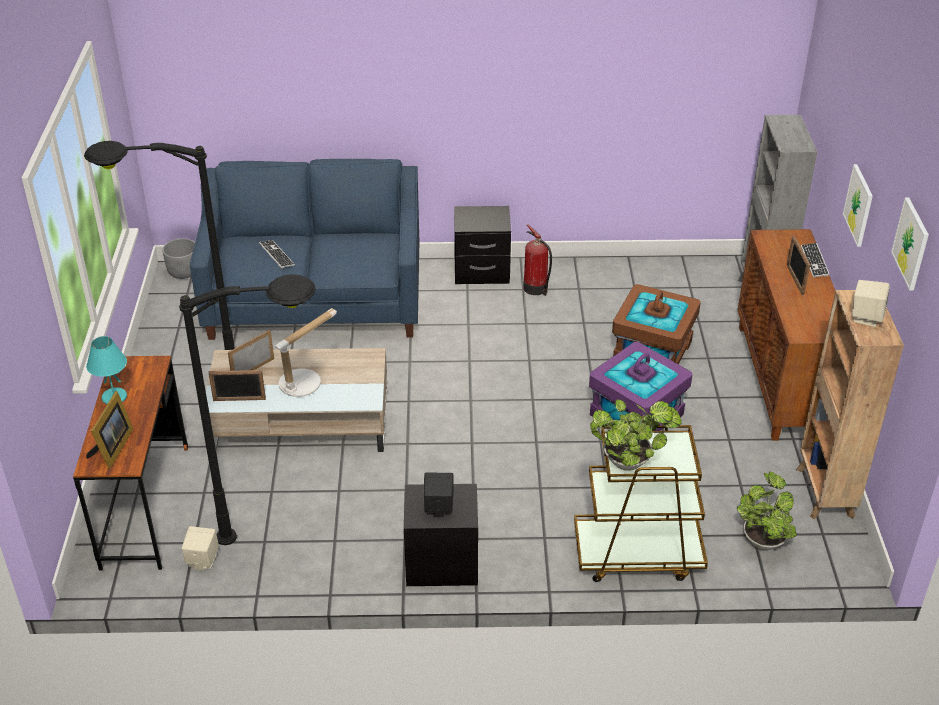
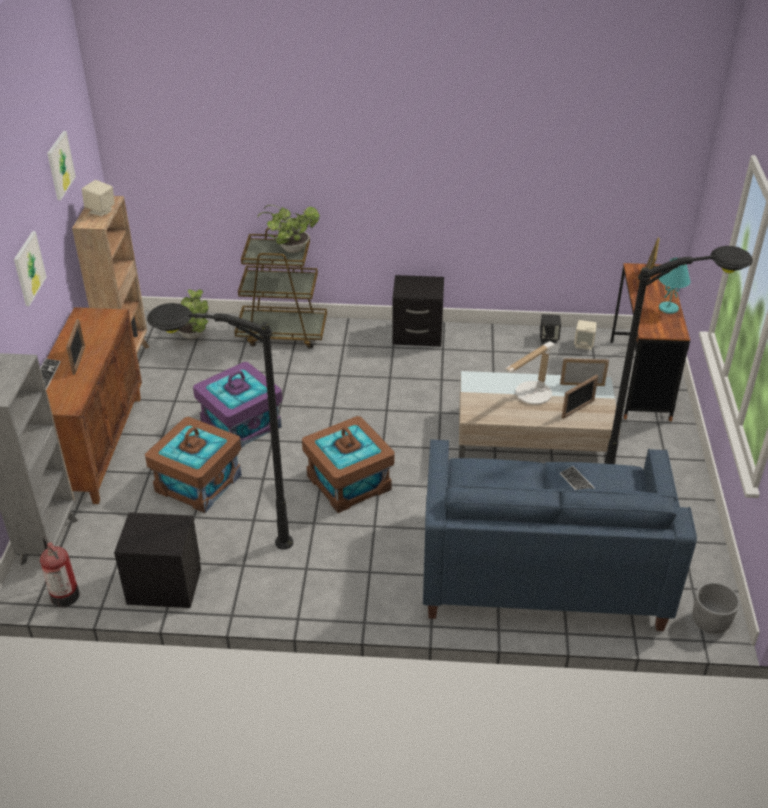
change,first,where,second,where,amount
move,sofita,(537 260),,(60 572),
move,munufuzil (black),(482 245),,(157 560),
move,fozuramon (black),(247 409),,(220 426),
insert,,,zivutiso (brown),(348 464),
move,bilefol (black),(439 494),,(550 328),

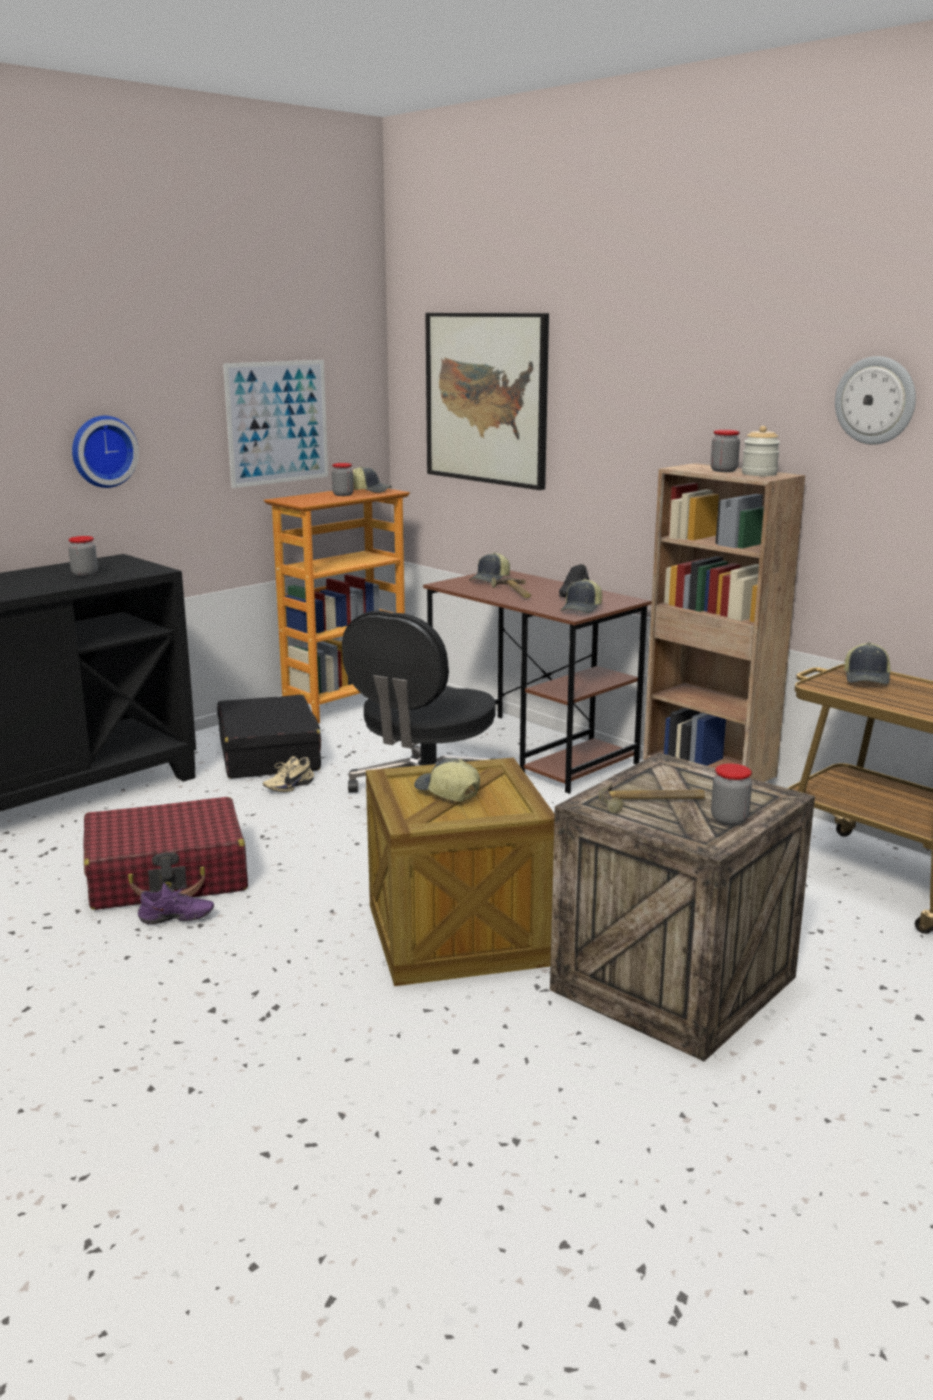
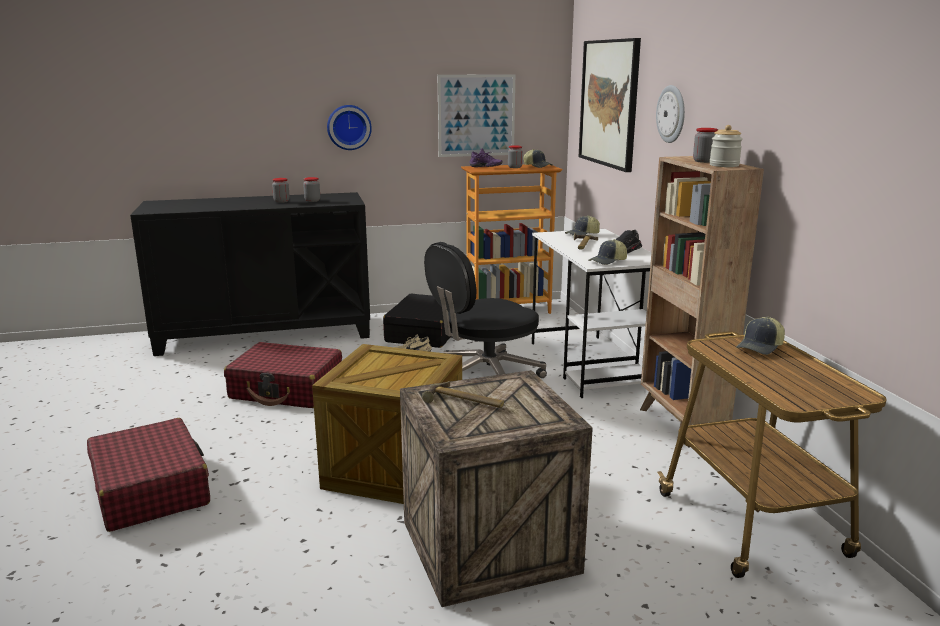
change,first,where,second,where,amount
insert,,,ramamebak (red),(148 475),
move,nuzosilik,(731 794),,(281 190),
move,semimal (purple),(176 903),,(486 157),
recolor,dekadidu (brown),(537 682),dekadidu (white),(591 313),
move,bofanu,(875 400),,(670 114),
delete,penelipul,(447 780),,,

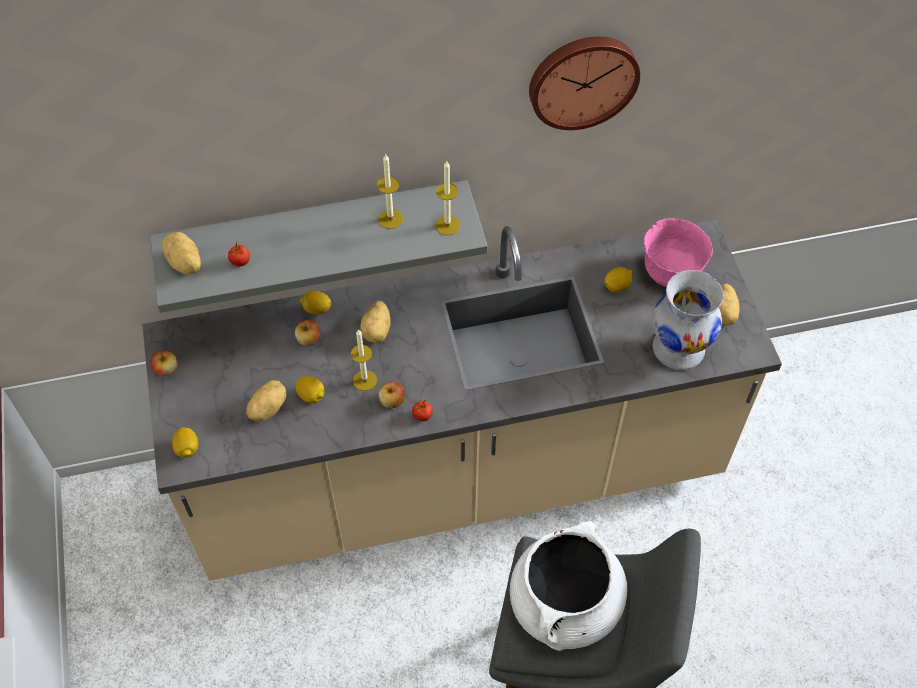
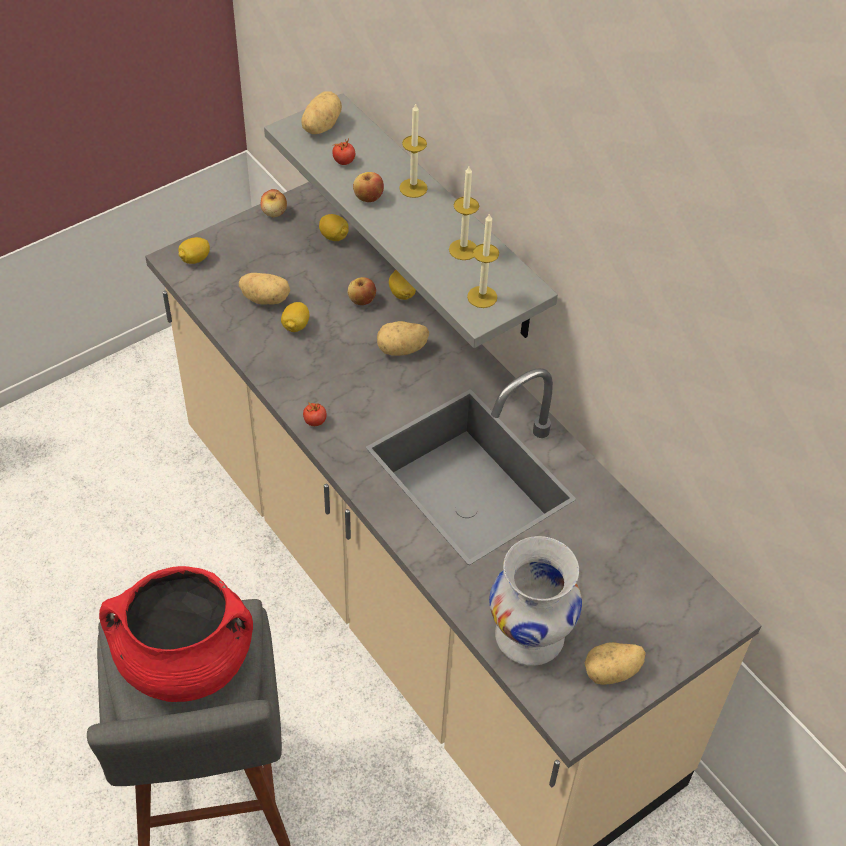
change,first,where,second,where,amount
recolor,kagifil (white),(568 586),kagifil (red),(176 634),
move,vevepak,(618 279),,(334 227),
move,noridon,(392 394),,(368 187),
move,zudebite,(364 360),,(413 151),
delete,bofanu,(584 83),,,
delete,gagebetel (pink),(678 252),,,

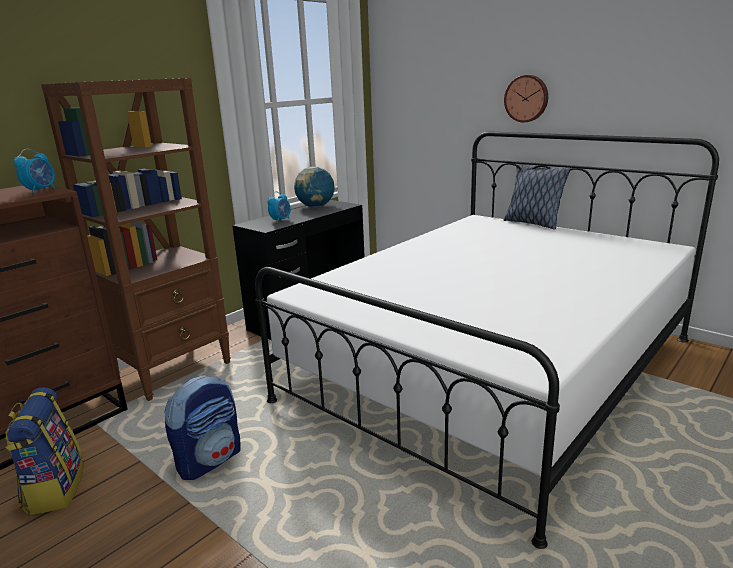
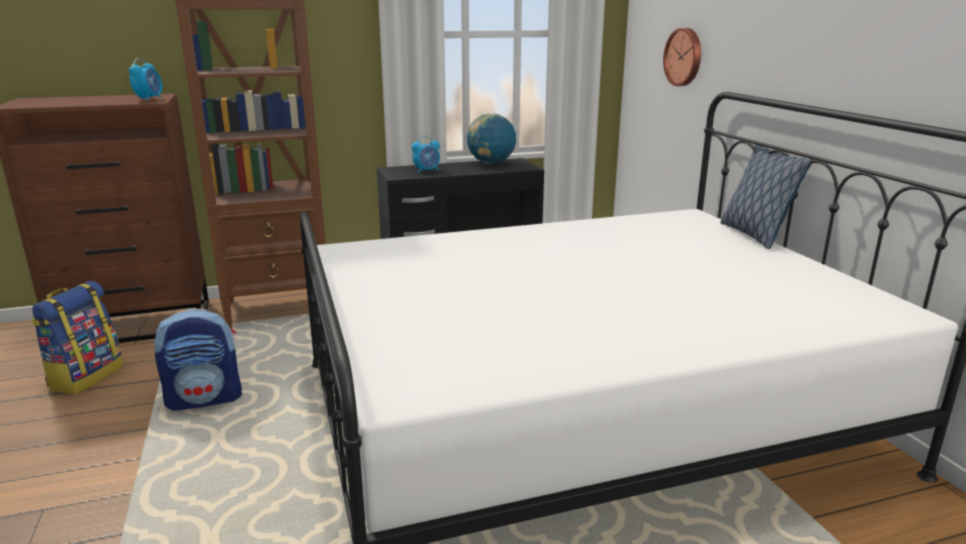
change,first,where,second,where,amount
rotate,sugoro,(34 171),,(145 79),45 degrees counterclockwise
move,bofanu,(526 98),,(682 57),

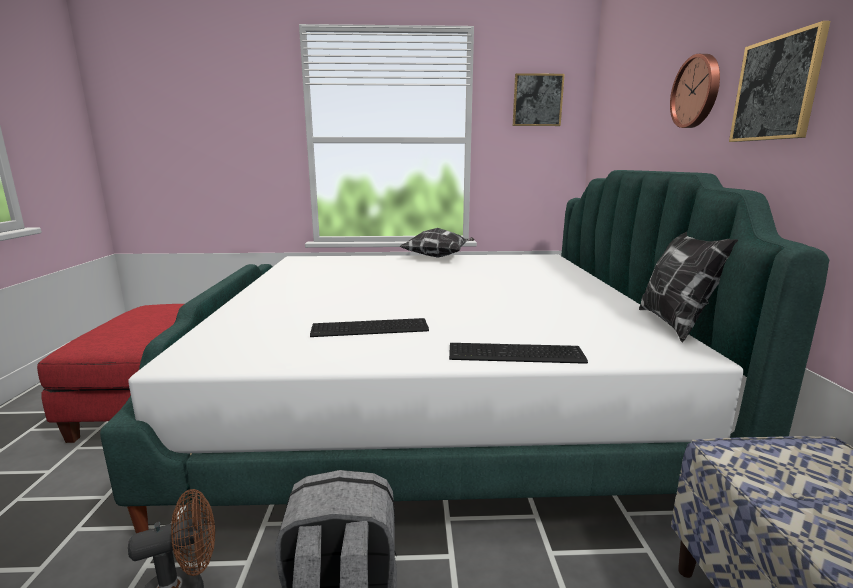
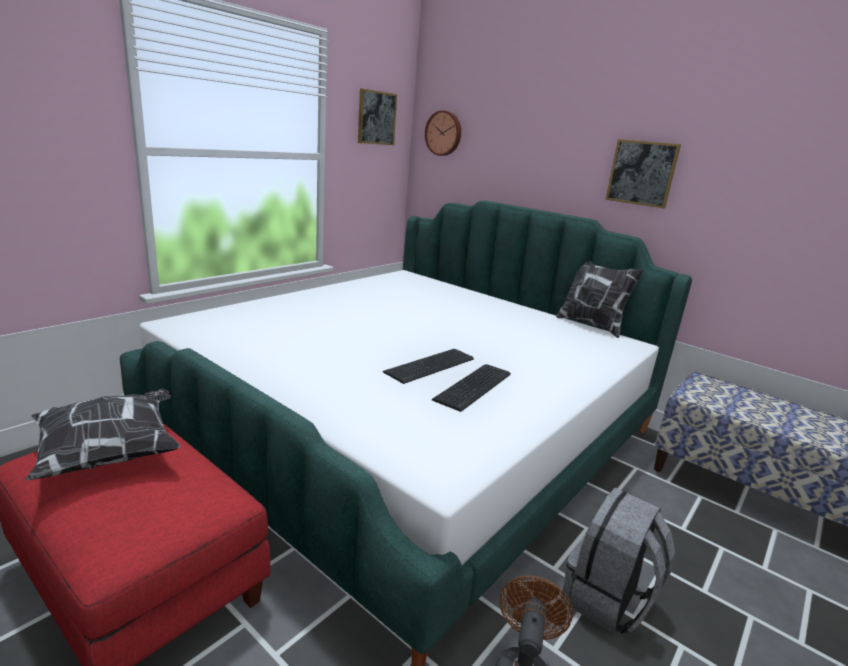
change,first,where,second,where,amount
move,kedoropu,(437 243),,(103 435),
move,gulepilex,(518 353),,(428 366),
move,bofanu,(695 91),,(443 133),

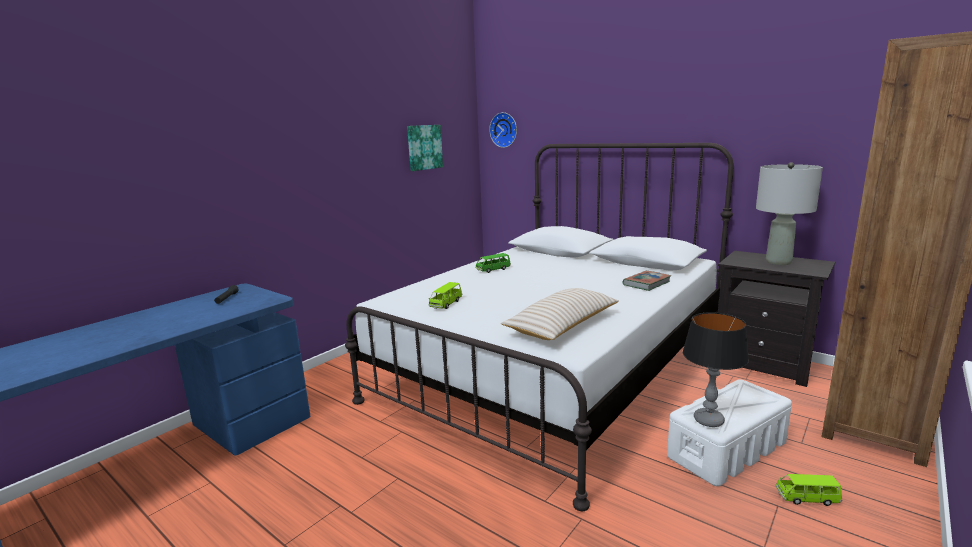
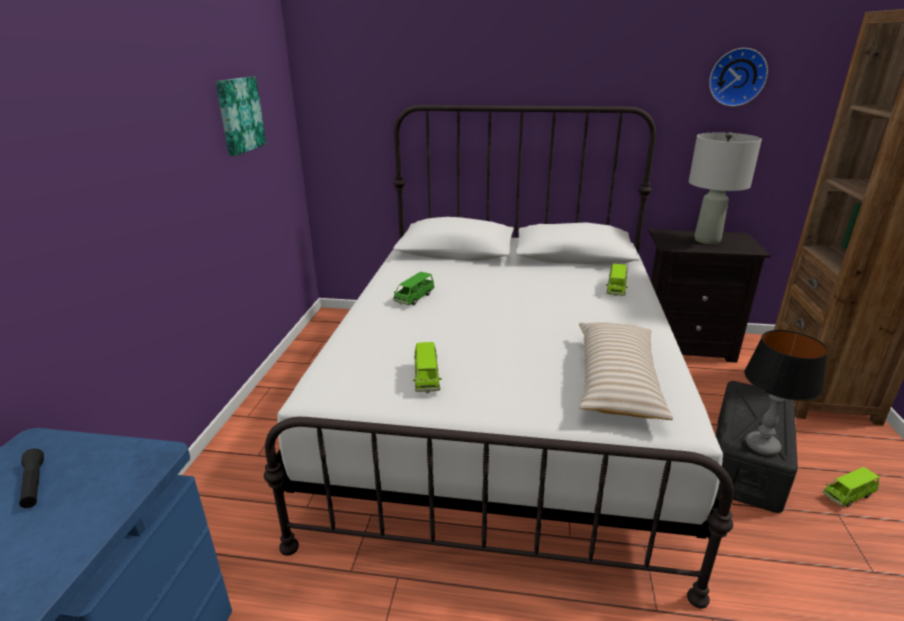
change,first,where,second,where,amount
replace,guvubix,(646 281),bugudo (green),(617 280),
move,bofanu,(503 130),,(738 77),
recolor,zivutiso (white),(729 432),zivutiso (black),(757 447),

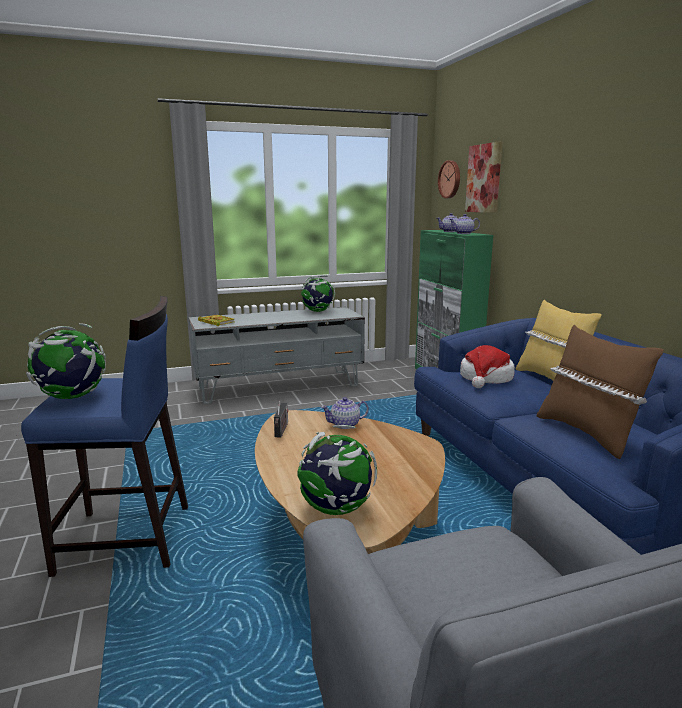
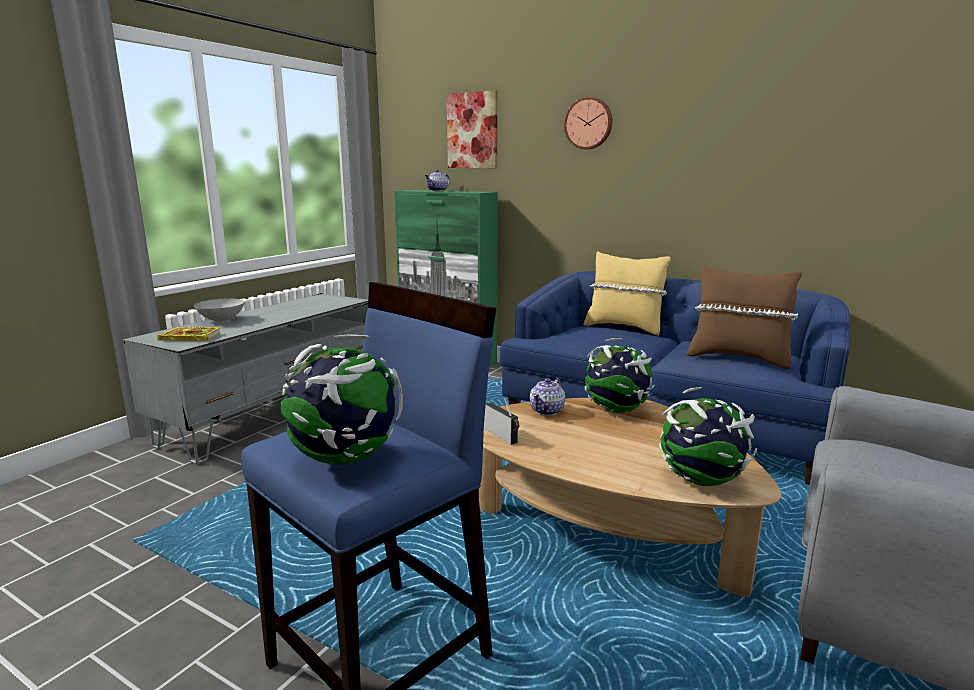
change,first,where,second,where,amount
insert,,,gagebetel (grey),(219 310),
move,bofanu,(449 179),,(588 123),
move,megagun,(318 293),,(620 375),
delete,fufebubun,(464 224),,,
delete,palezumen,(487 366),,,

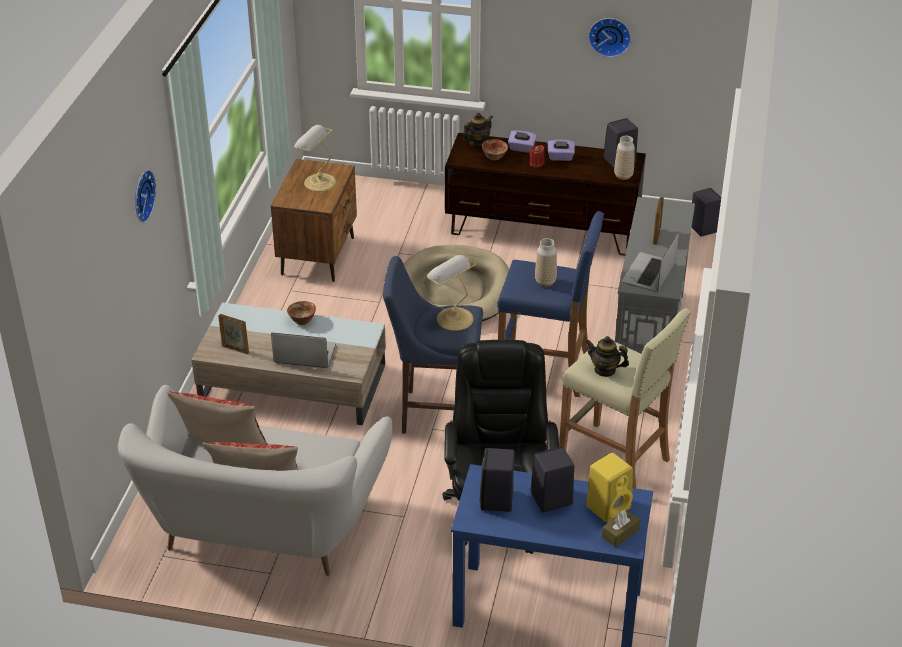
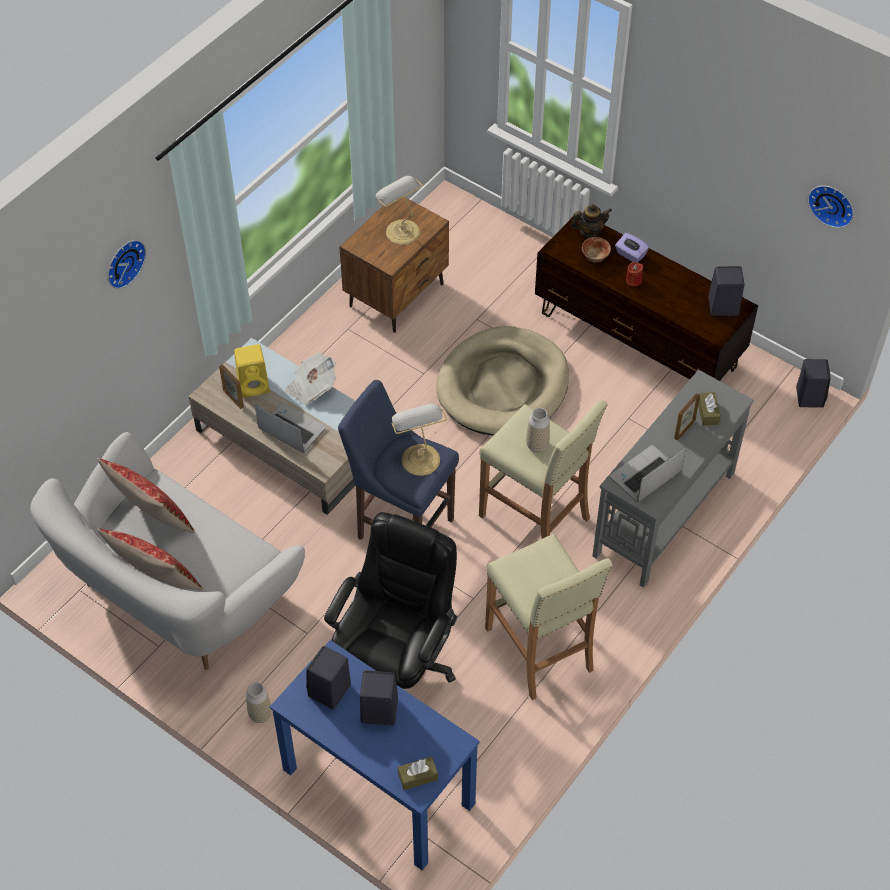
change,first,where,second,where,amount
move,bilefol (yellow),(609 488),,(252 370),
move,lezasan,(624 158),,(259 702),
replace,gagebetel,(301 313),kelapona,(311 379),
recolor,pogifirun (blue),(550 304),pogifirun (beige),(543 469),
insert,,,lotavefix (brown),(709 409),
move,bofanu,(609 37),,(831 206),
delete,lotavefix (purple),(561 150),,,
delete,fufebubun,(607 356),,,

